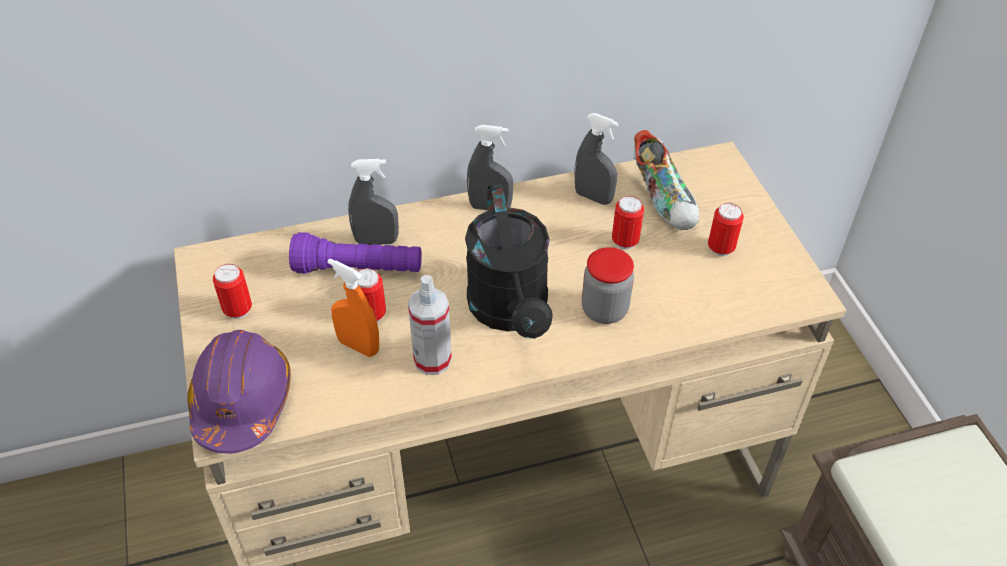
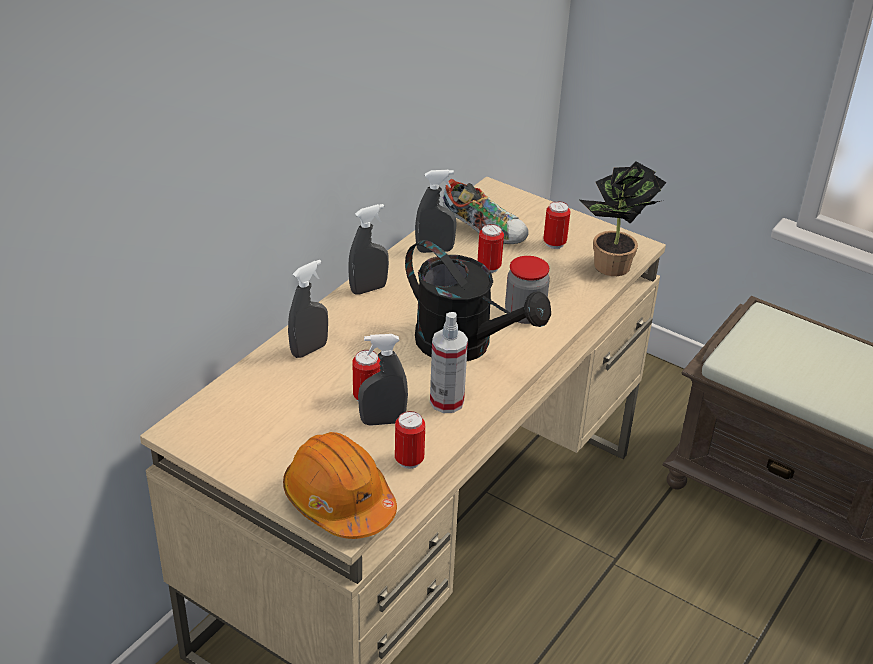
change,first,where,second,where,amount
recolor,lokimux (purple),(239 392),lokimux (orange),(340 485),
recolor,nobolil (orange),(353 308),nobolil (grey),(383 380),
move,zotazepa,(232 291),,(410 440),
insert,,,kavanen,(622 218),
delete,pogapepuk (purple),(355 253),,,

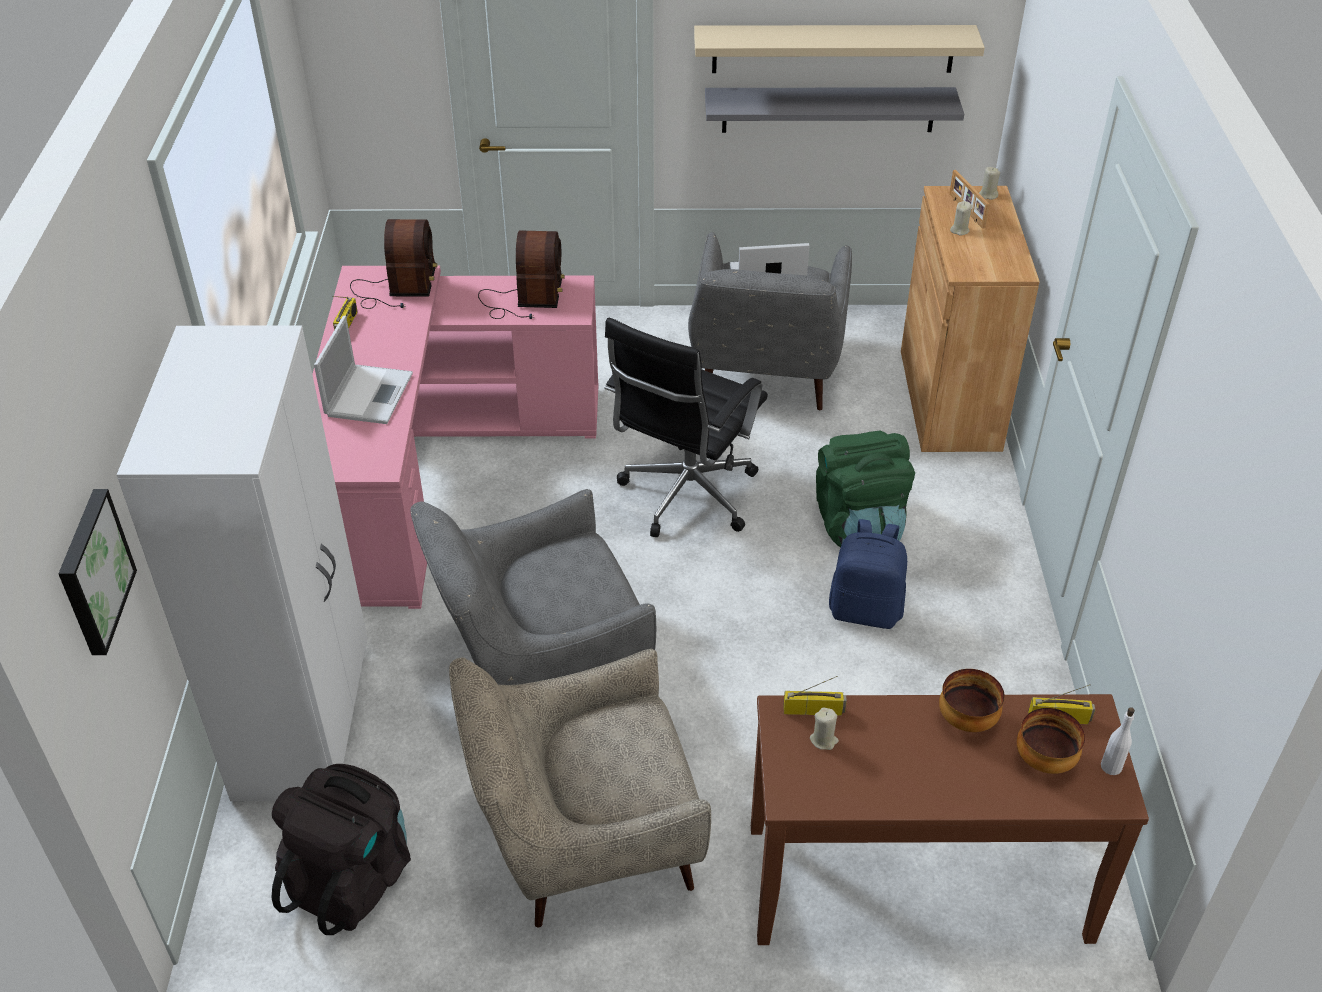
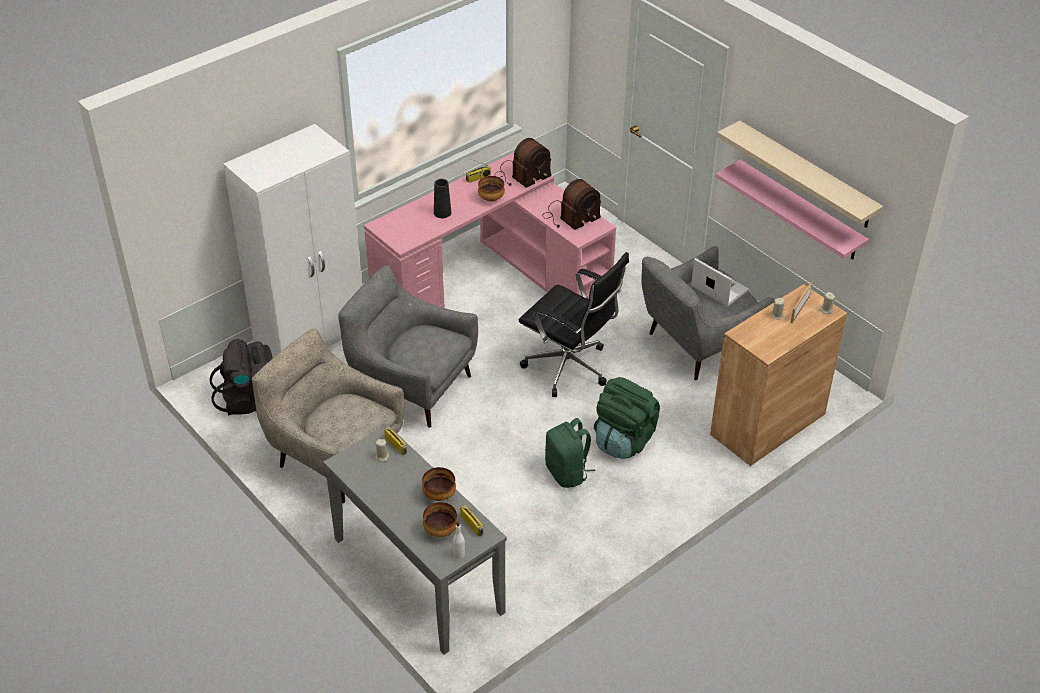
change,first,where,second,where,amount
recolor,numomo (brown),(950 819),numomo (grey),(415 540),
replace,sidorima,(363 370),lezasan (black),(442 198),
insert,,,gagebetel,(491 189),
rotate,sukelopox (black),(686 427),,(574 324),135 degrees counterclockwise
recolor,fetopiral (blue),(868 574),fetopiral (green),(570 453),
recolor,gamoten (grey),(834 110),gamoten (pink),(792 210),
delete,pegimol,(97 572),,,

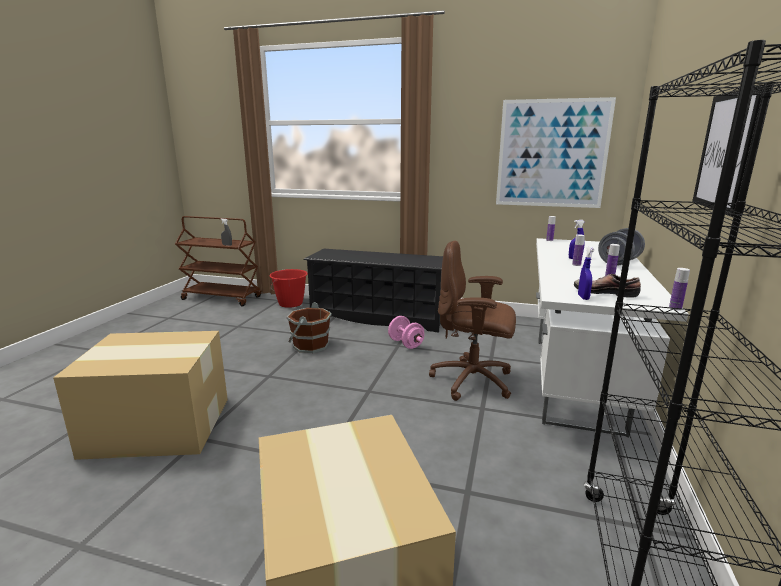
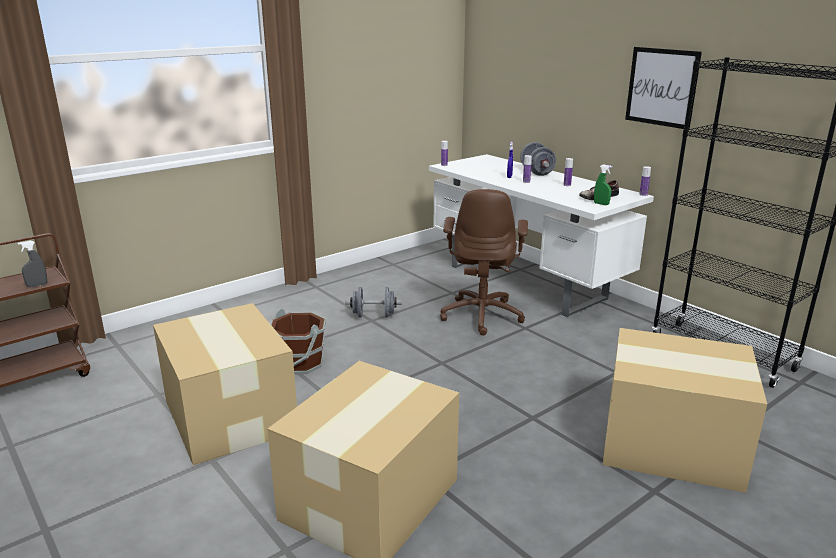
change,first,where,second,where,amount
insert,,,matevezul,(225 384),
recolor,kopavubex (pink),(406 332),kopavubex (grey),(373 302),
rotate,sukelopox (brown),(472 321),,(484 262),45 degrees counterclockwise
recolor,nobolil (blue),(586 273),nobolil (green),(603 184),
delete,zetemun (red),(288 288),,,
delete,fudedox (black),(373 290),,,
delete,pegimol,(556 152),,,

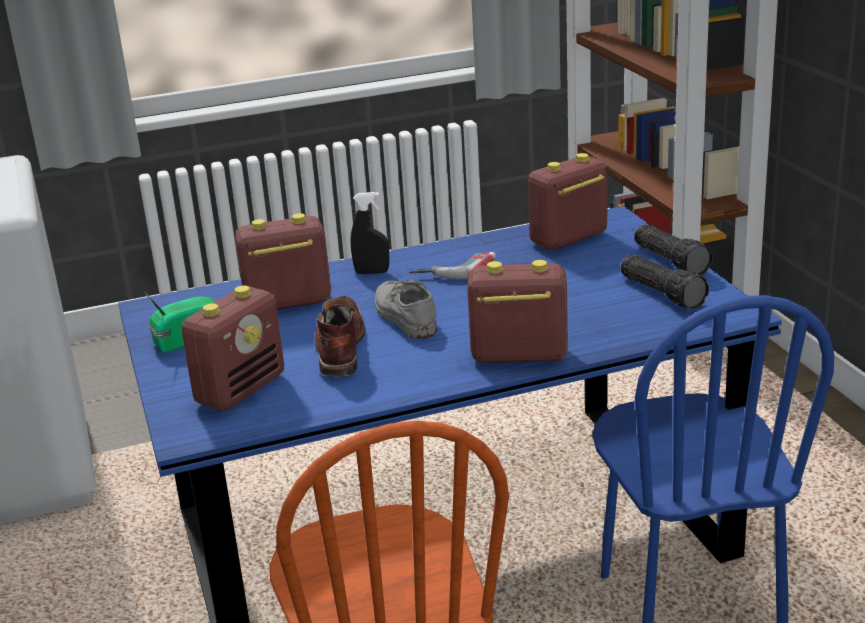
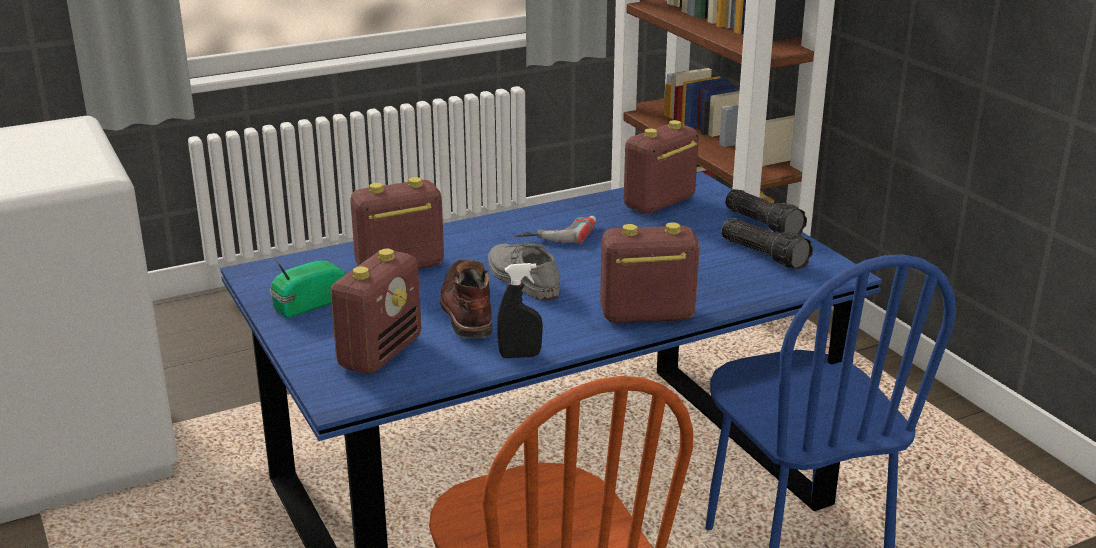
change,first,where,second,where,amount
move,nobolil (black),(370 233),,(520 310),

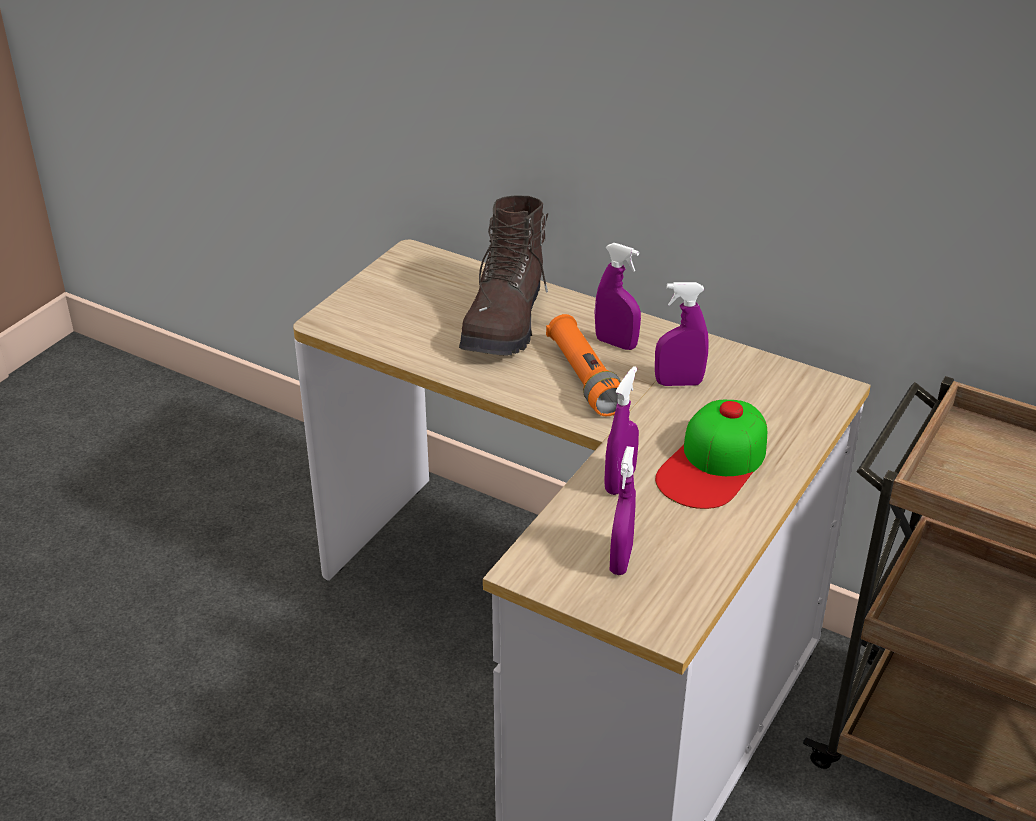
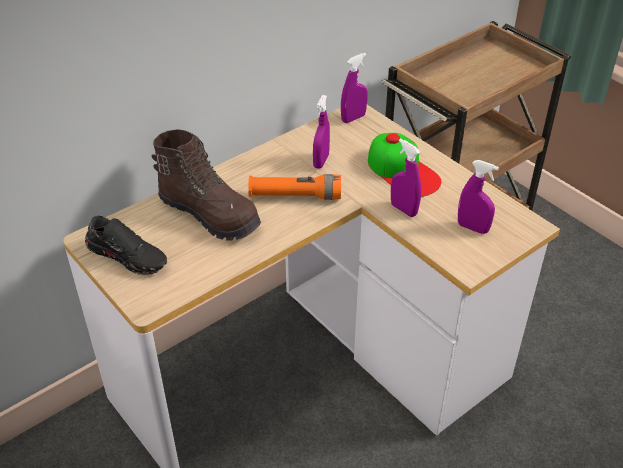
change,first,where,second,where,amount
insert,,,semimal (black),(126 245),
move,nobolil (purple),(618 296),,(354 88),

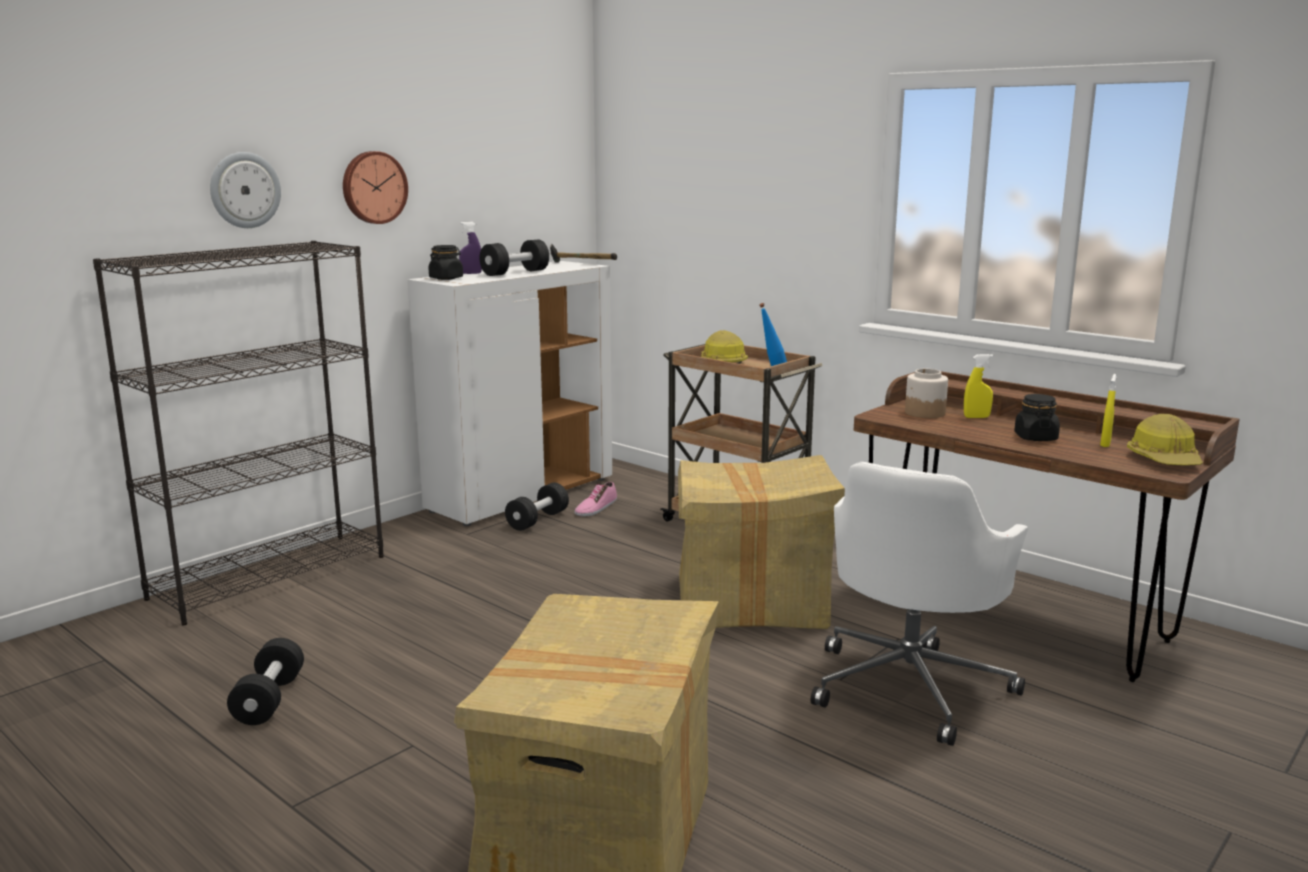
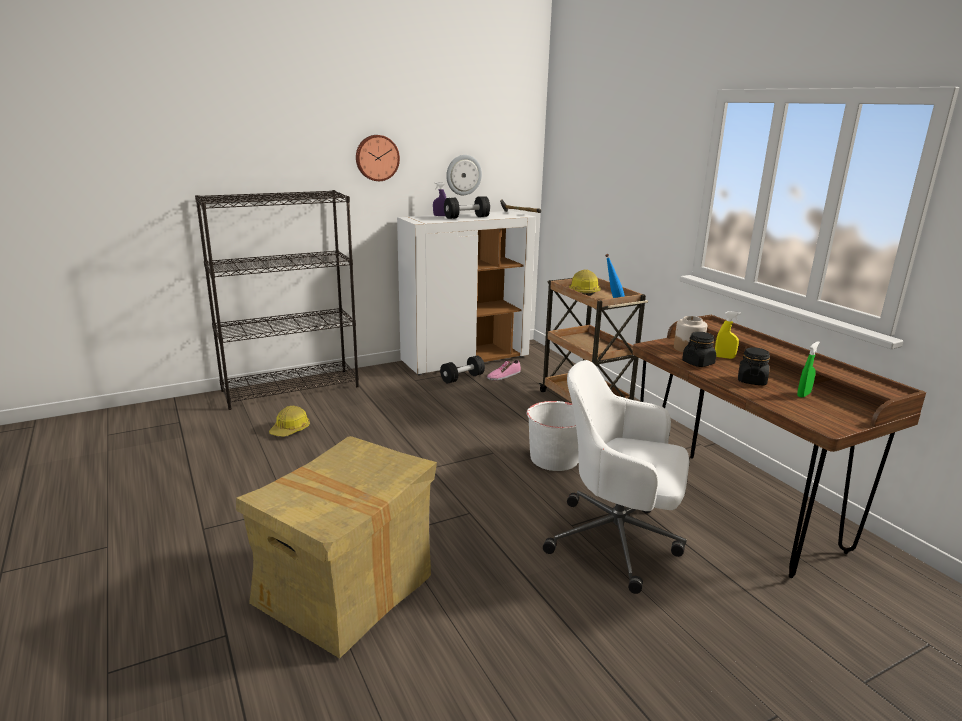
change,first,where,second,where,amount
move,lokimux,(1165 439),,(289 421),
move,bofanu,(245 190),,(464 175),
replace,matevezul,(761 542),zetemun (white),(552 436),
rotate,sukelopox (white),(919 604),,(616 477),60 degrees clockwise
move,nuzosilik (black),(446 262),,(699 349),
recolor,nobolil (yellow),(1108 410),nobolil (green),(808 369),
delete,kopavubex (black),(265 681),,,

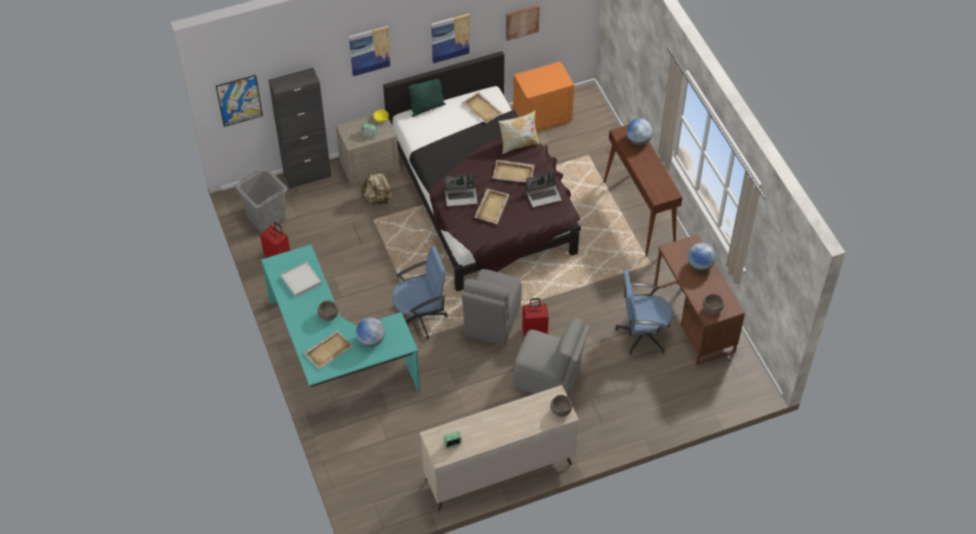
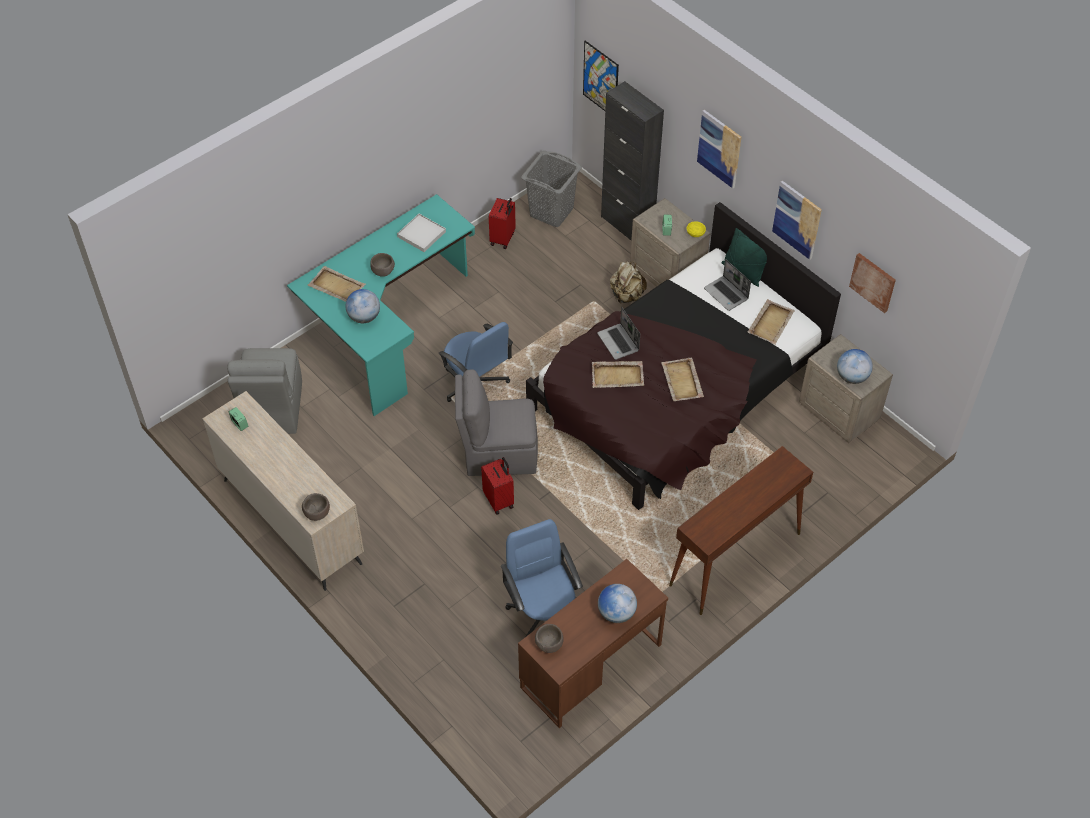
change,first,where,second,where,amount
move,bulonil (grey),(552 358),,(264 391),
move,sidorima,(544 189),,(727 285),
recolor,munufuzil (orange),(543 96),munufuzil (beige),(846 388),
move,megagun,(639 132),,(855 366),
delete,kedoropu,(519 132),,,

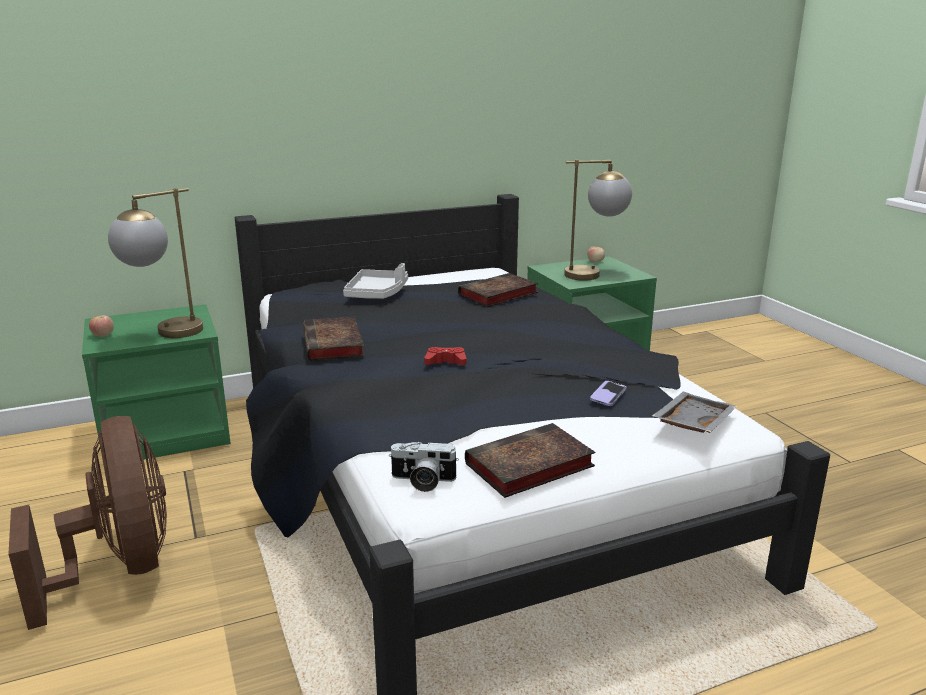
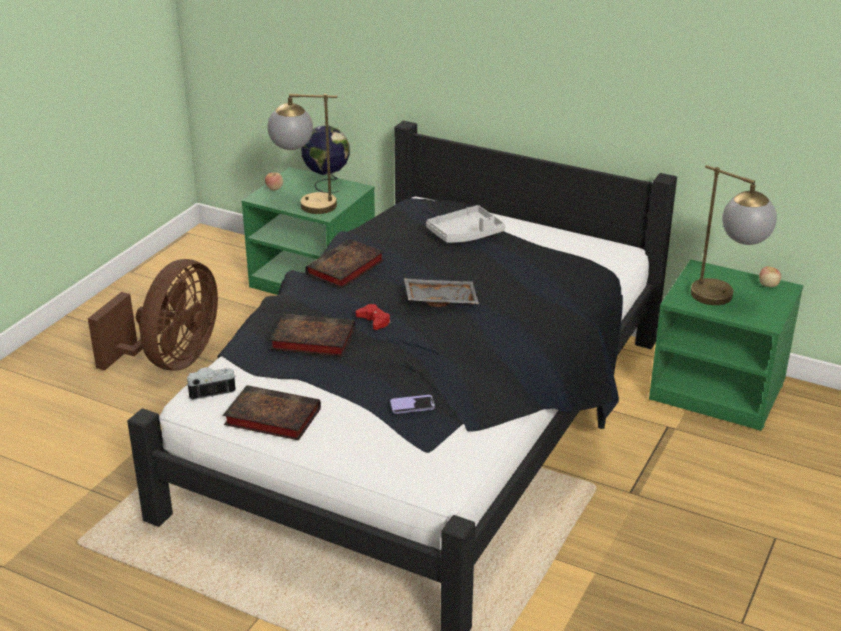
change,first,where,second,where,amount
rotate,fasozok,(424 467),,(211 383),105 degrees clockwise
move,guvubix,(498 290),,(312 335),
insert,,,megagun,(325 159),
move,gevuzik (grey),(694 412),,(441 292),

